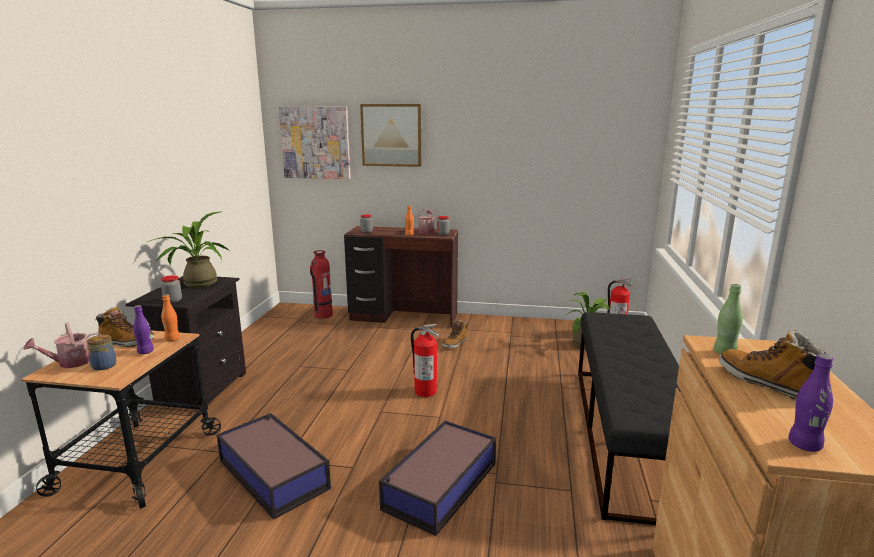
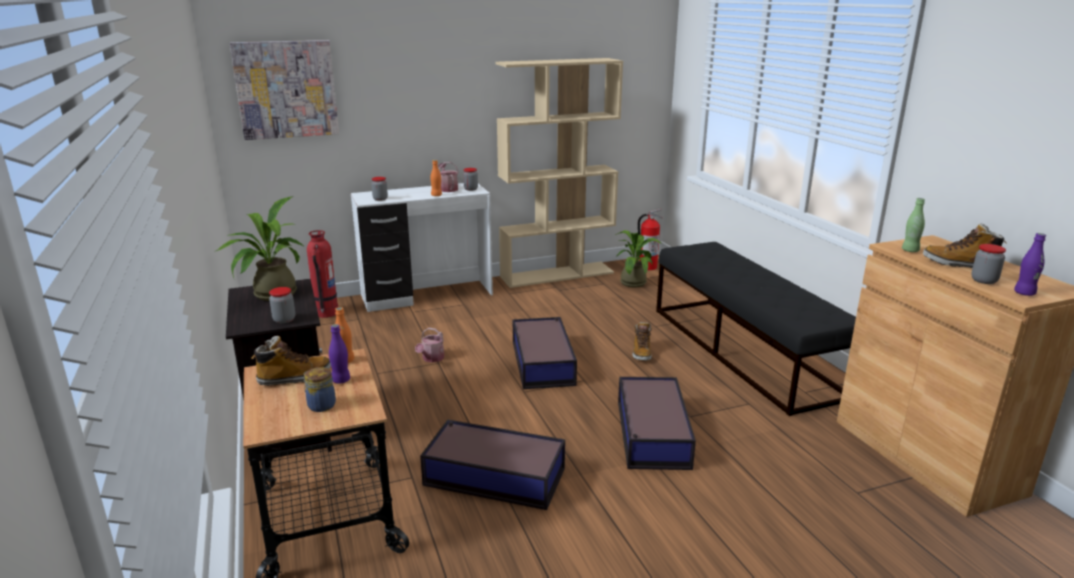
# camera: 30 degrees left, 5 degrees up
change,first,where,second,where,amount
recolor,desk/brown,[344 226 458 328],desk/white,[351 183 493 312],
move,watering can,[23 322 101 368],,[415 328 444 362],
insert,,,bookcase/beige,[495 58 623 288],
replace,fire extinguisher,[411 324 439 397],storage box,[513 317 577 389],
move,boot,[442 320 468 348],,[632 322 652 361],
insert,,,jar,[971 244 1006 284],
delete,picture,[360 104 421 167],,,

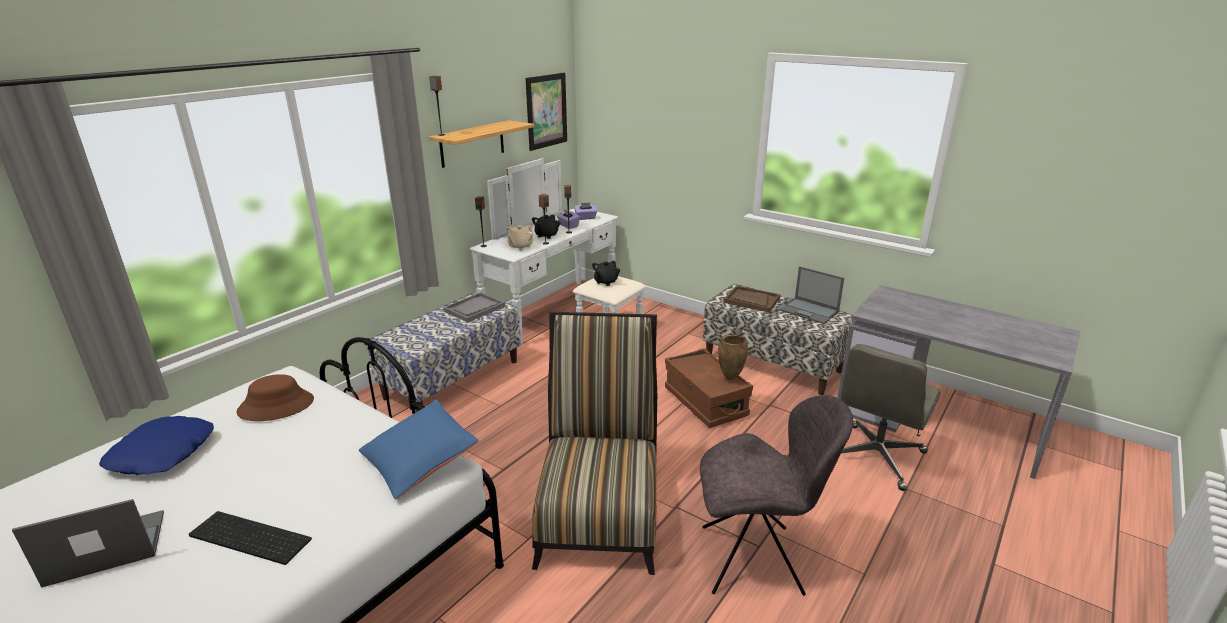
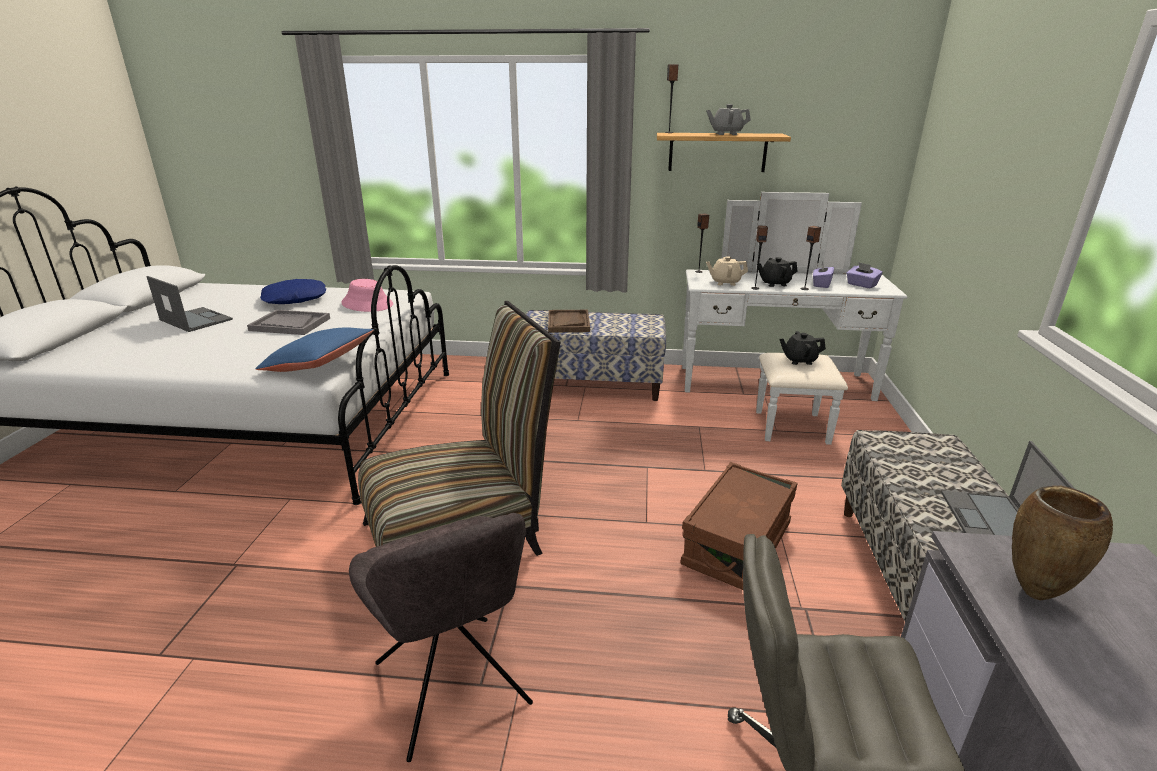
# camera: 60 degrees right, 0 degrees up
change,first,where,second,where,amount
move,tray/grey,[443 292 505 322],,[247 310 330 335],
recolor,hat/brown,[236 374 314 421],hat/pink,[341 279 393 312],
move,tray/brown,[724 286 780 312],,[548 310 590 332],
insert,,,teapot/grey,[706 104 751 135],
move,vase/brown,[718 334 748 380],,[1012 486 1113 600],
delete,keyboard,[189 511 312 565],,,
delete,picture,[526 73 567 151],,,

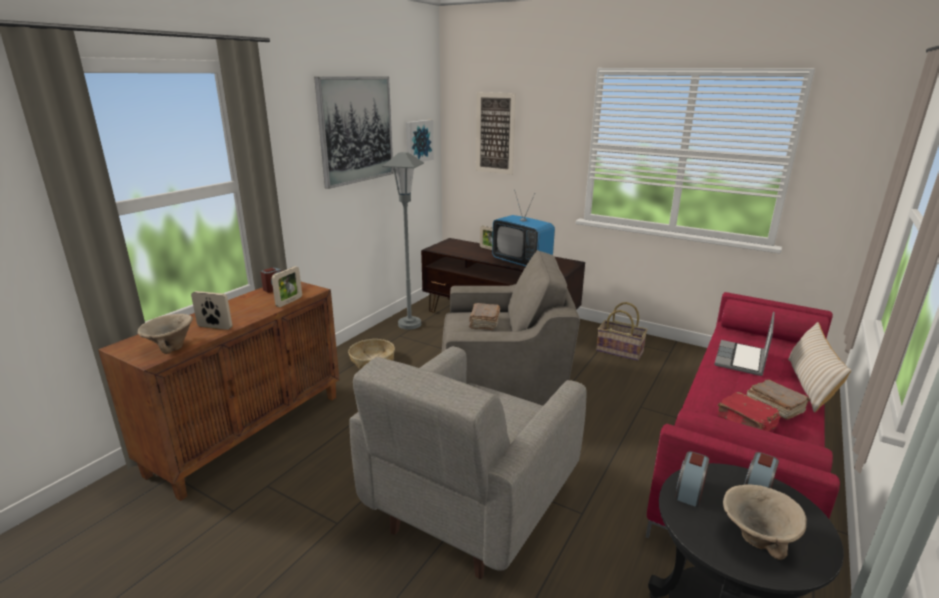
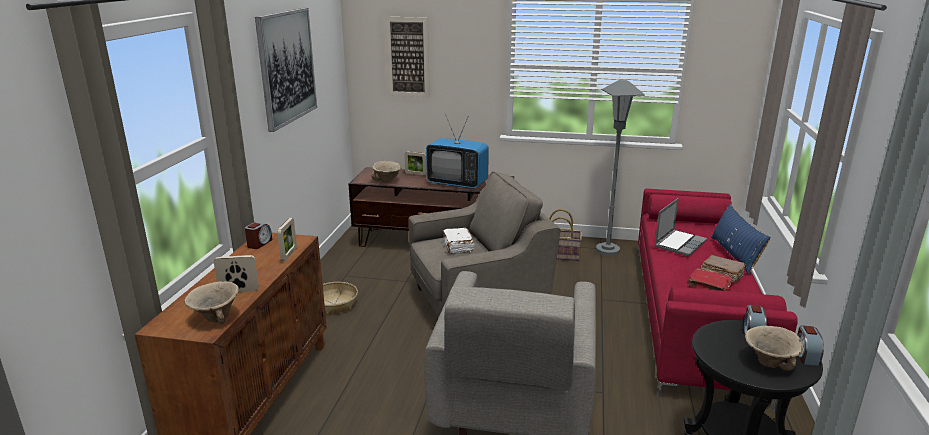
# camera: 20 degrees left, 0 degrees up
change,first,where,second,where,amount
insert,,,bowl/beige,[371 161 401 182],
recolor,book/brown,[469 303 500 330],book/white,[442 228 474 254],
move,floor lamp/grey,[382 152 424 330],,[596 80 645 256],
rotate,laptop,[714 312 775 376],,[654 198 707 256],150 degrees counterclockwise
recolor,pillow/beige,[788 322 851 413],pillow/blue,[711 204 771 275],
move,alarm clock,[675 451 709 507],,[797 325 824 366],
delete,picture,[406 120 434 162],,,

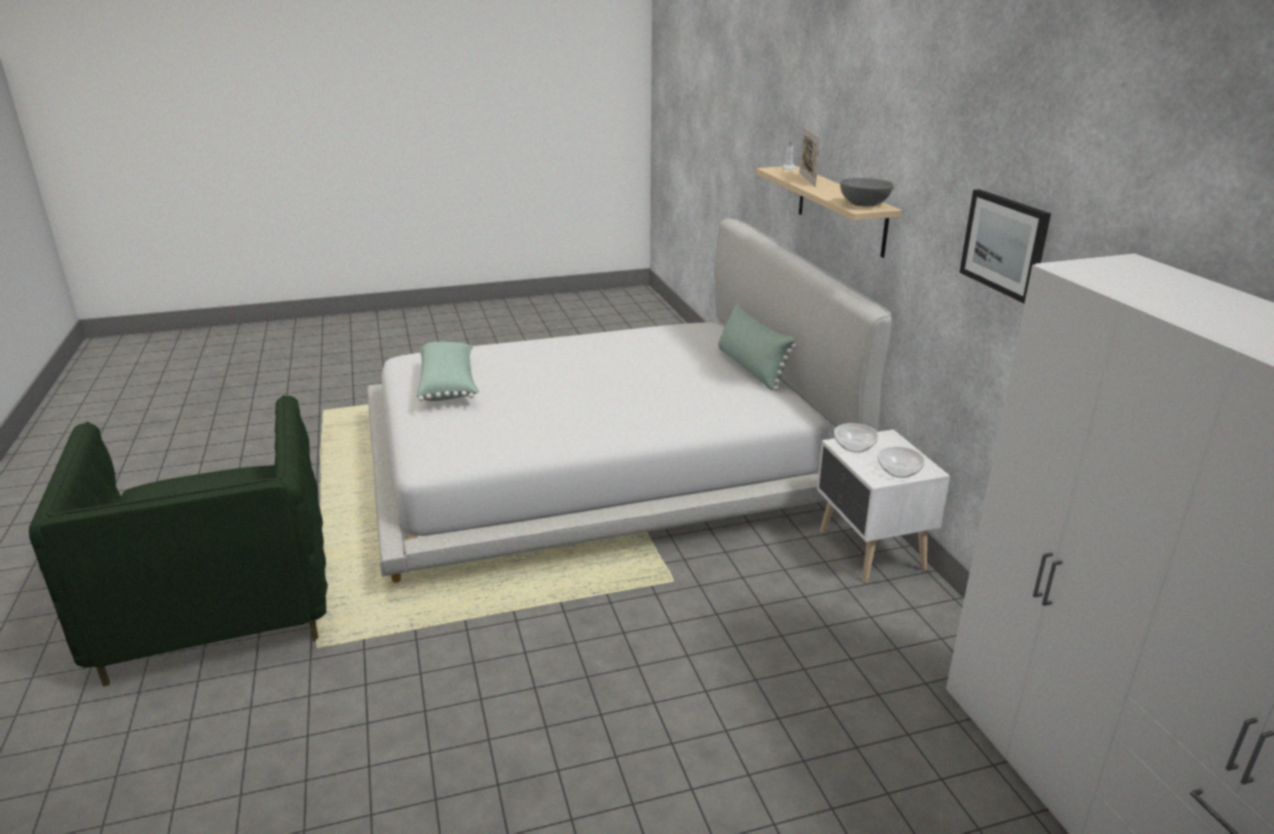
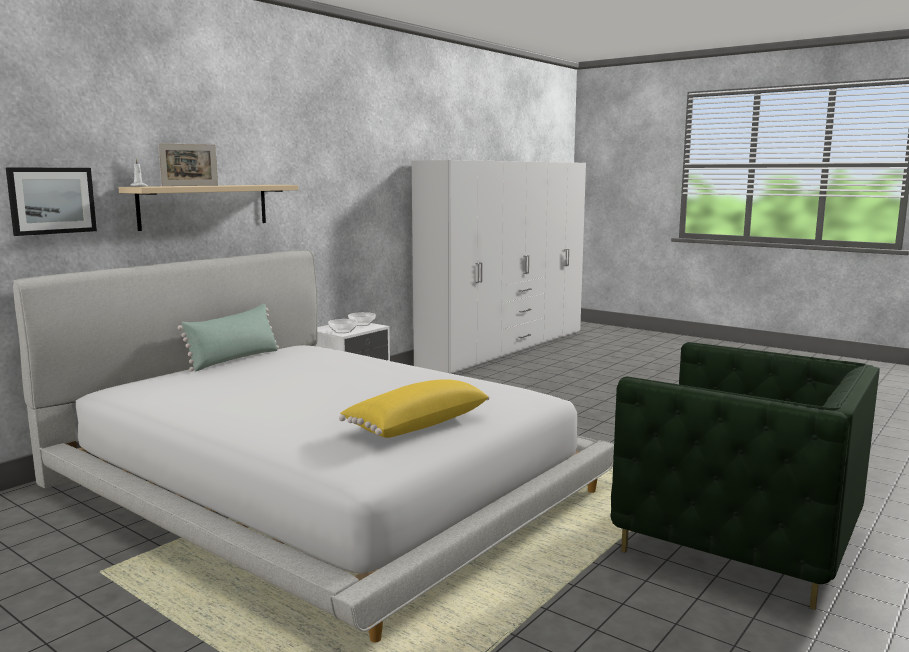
# camera: 125 degrees left, 15 degrees down
change,first,where,second,where,amount
move,picture,[959 189 1051 303],,[6 167 97 236],
recolor,pillow/green,[416 342 479 401],pillow/yellow,[339 379 490 438],
rotate,armchair/green,[29 395 328 687],,[610 342 880 610],90 degrees clockwise
delete,bowl/grey,[840 178 894 207],,,

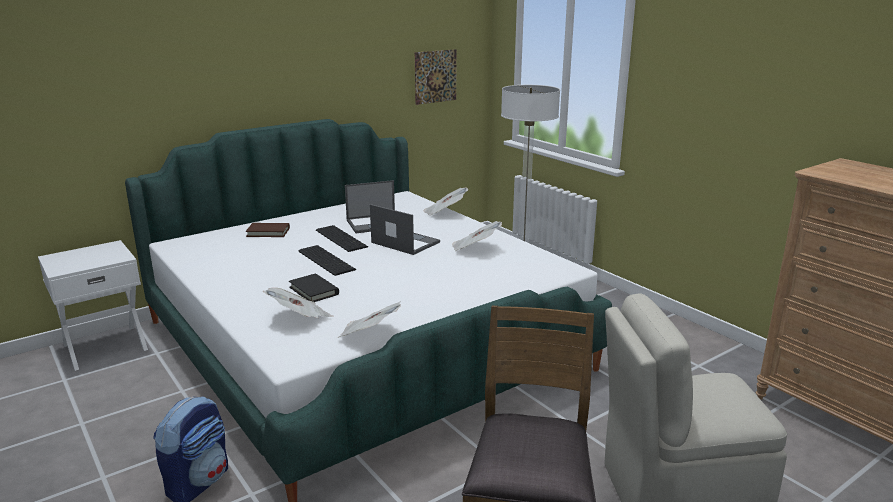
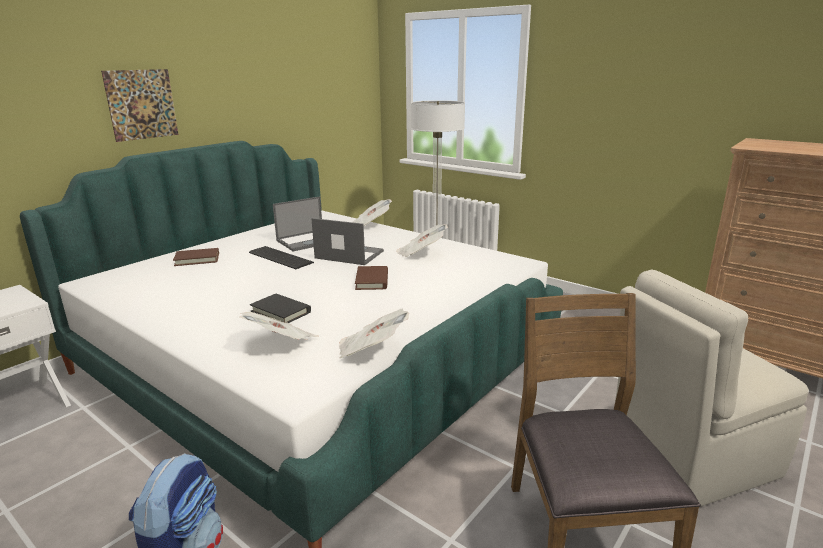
# camera: 15 degrees left, 0 degrees up
change,first,where,second,where,amount
move,picture,[415 49 457 105],,[101 69 179 142],
insert,,,book/brown,[355 266 388 290],
delete,keyboard,[298 245 356 276],,,

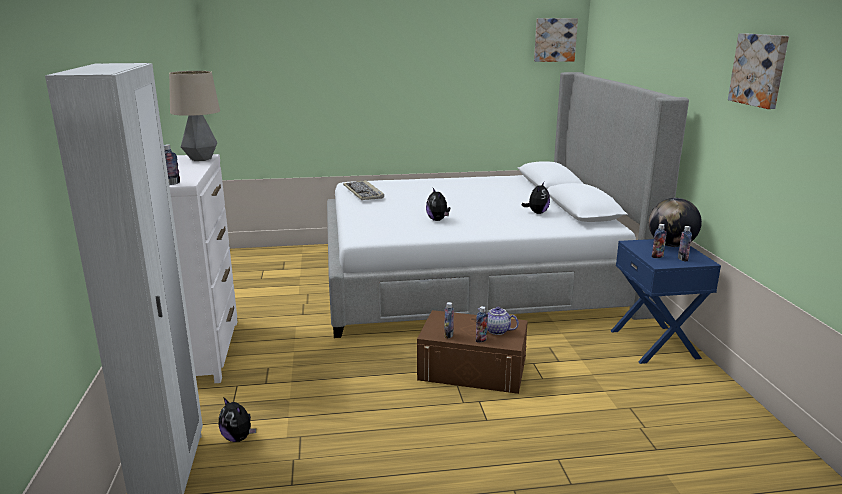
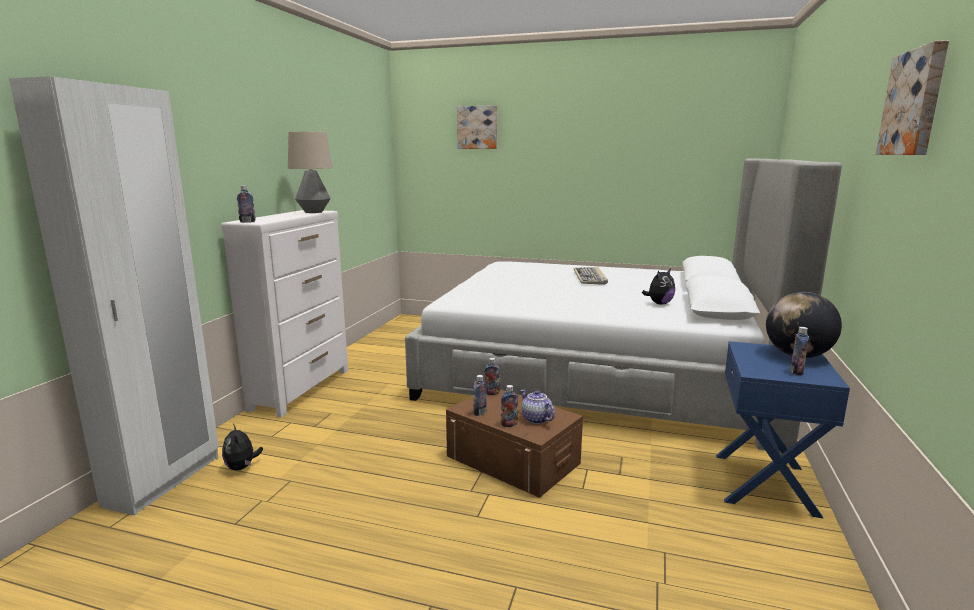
# camera: 25 degrees right, 5 degrees down
change,first,where,second,where,amount
move,picture,[534 18 578 62],,[457 105 497 149],
move,bottle,[652 224 667 258],,[484 358 500 395],
move,keyboard,[343 180 384 200],,[573 267 608 285],
delete,plush toy,[426 188 450 221],,,

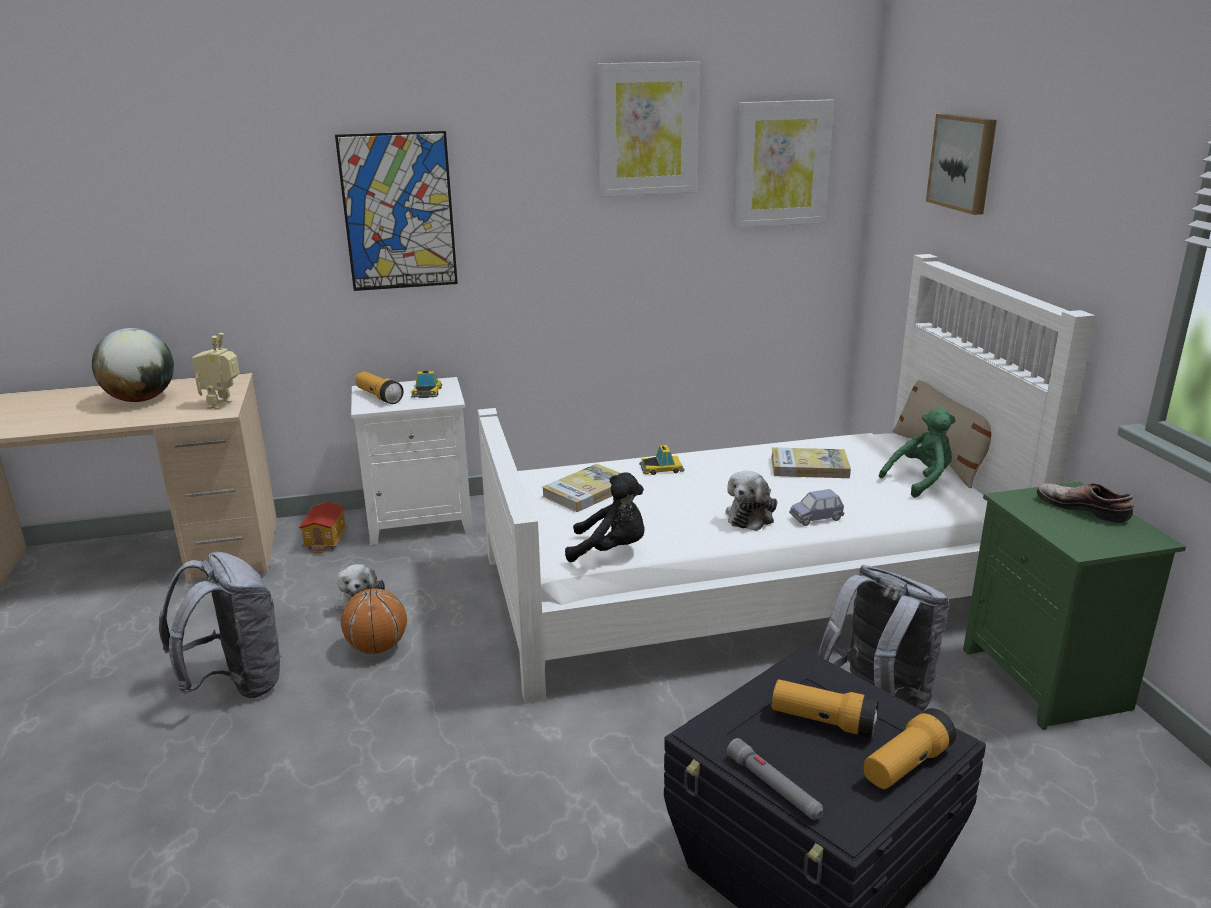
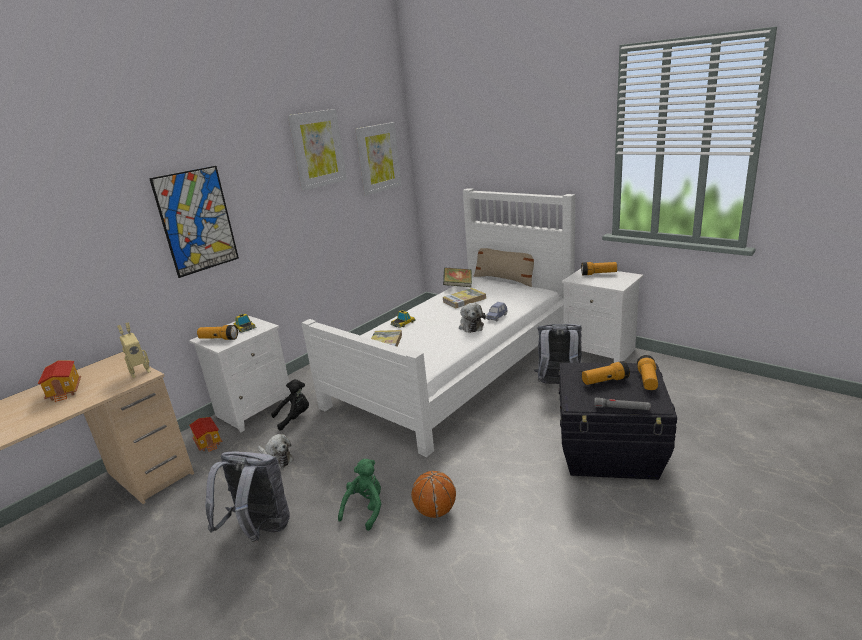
# camera: 35 degrees left, 0 degrees up
change,first,where,second,where,amount
replace,globe,[92 328 174 402],toy house,[38 360 81 403],
rotate,toy robot,[192 333 240 410],,[117 323 151 378],105 degrees counterclockwise
move,plush toy/black,[565 473 645 562],,[271 379 309 431],
move,plush toy/green,[879 408 956 498],,[338 459 381 531],
move,basketball,[341 588 407 654],,[411 471 456 518],
insert,,,book,[443 267 472 287],
recolor,nightstand/green,[963 482 1186 730],nightstand/white,[562 269 643 363],
replace,shoe,[1037 483 1134 523],flashlight,[581 262 617 275],
delete,picture,[926 114 997 215],,,

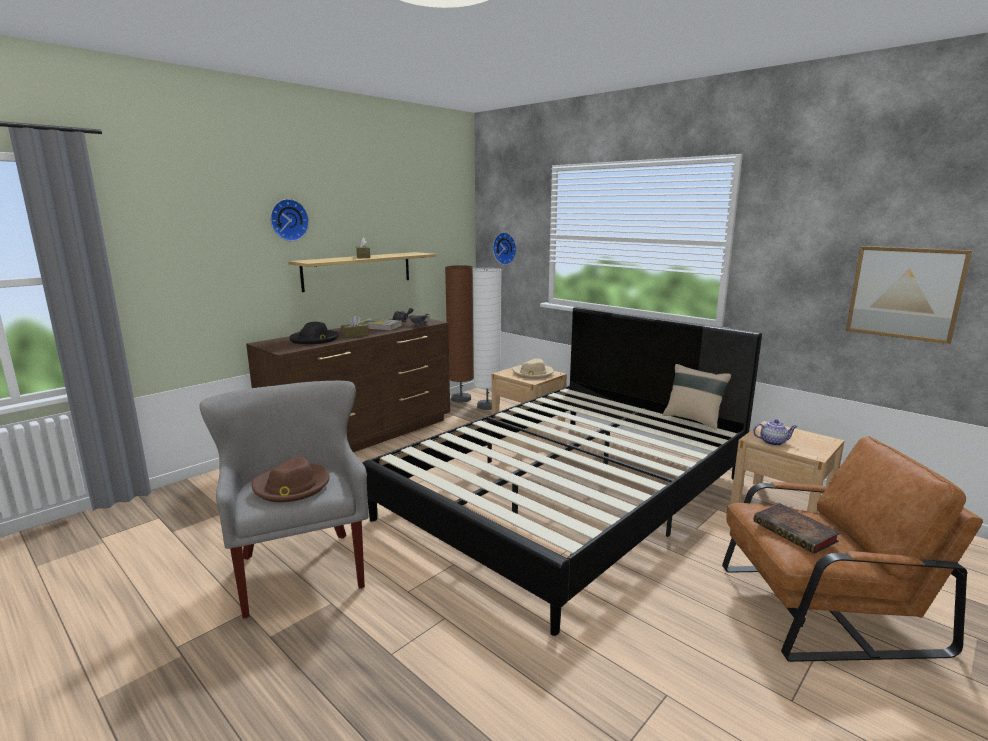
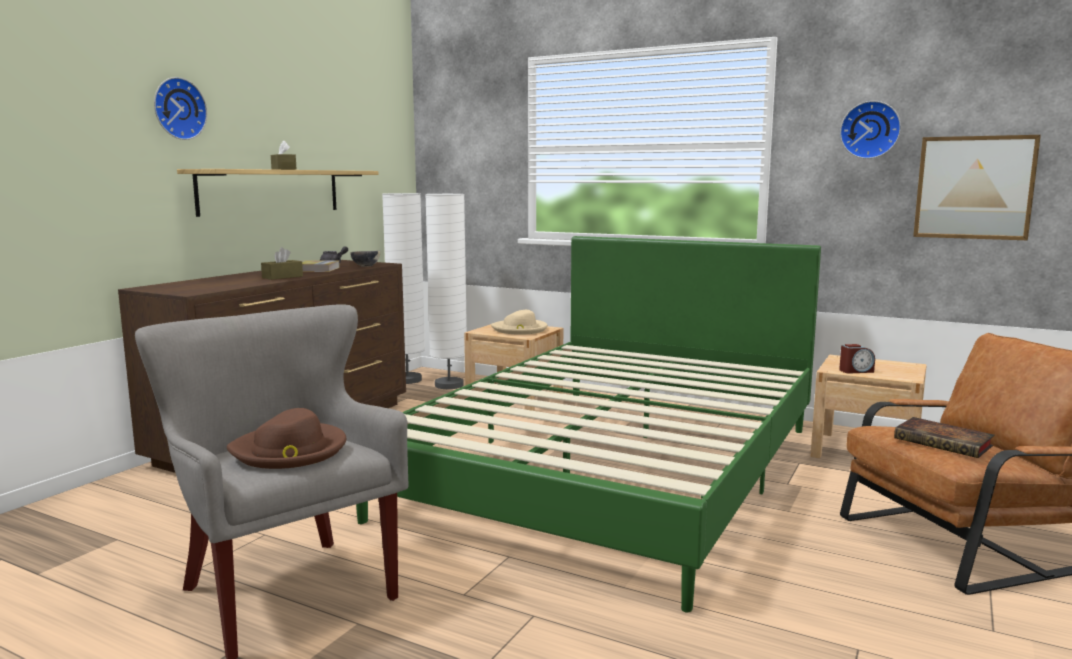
# camera: 15 degrees left, 5 degrees down
change,first,where,second,where,amount
recolor,bed/black,[362 307 762 636],bed/green,[356 236 821 613],
recolor,floor lamp/brown,[445 265 474 403],floor lamp/white,[382 193 425 384],
replace,teapot,[753 419 797 446],alarm clock,[839 344 875 373],
move,wall clock,[493 232 517 265],,[840 101 901 159],
delete,hat/black,[289 322 339 344],,,
delete,pillow/beige,[663 364 731 430],,,

